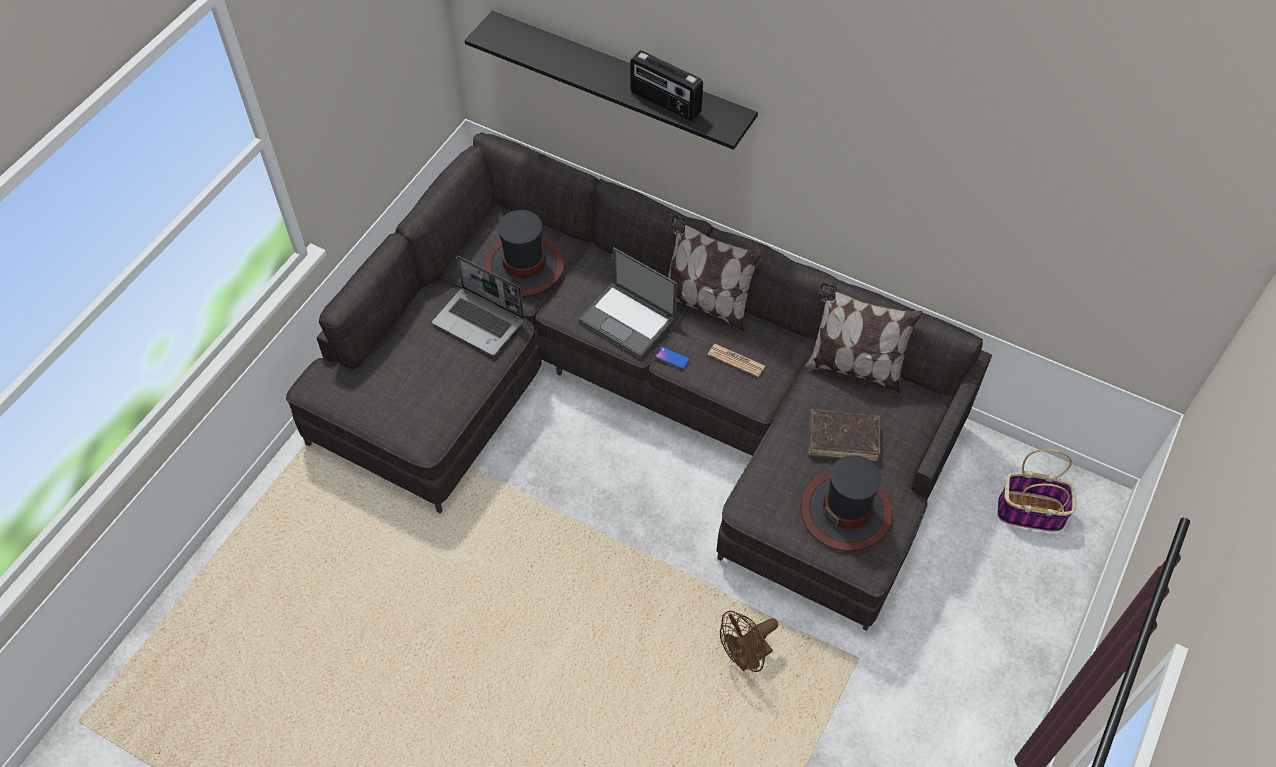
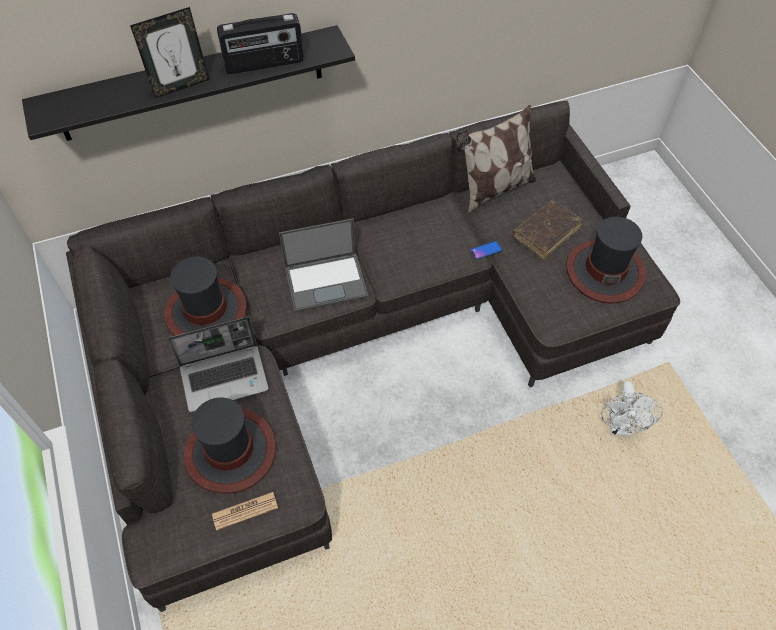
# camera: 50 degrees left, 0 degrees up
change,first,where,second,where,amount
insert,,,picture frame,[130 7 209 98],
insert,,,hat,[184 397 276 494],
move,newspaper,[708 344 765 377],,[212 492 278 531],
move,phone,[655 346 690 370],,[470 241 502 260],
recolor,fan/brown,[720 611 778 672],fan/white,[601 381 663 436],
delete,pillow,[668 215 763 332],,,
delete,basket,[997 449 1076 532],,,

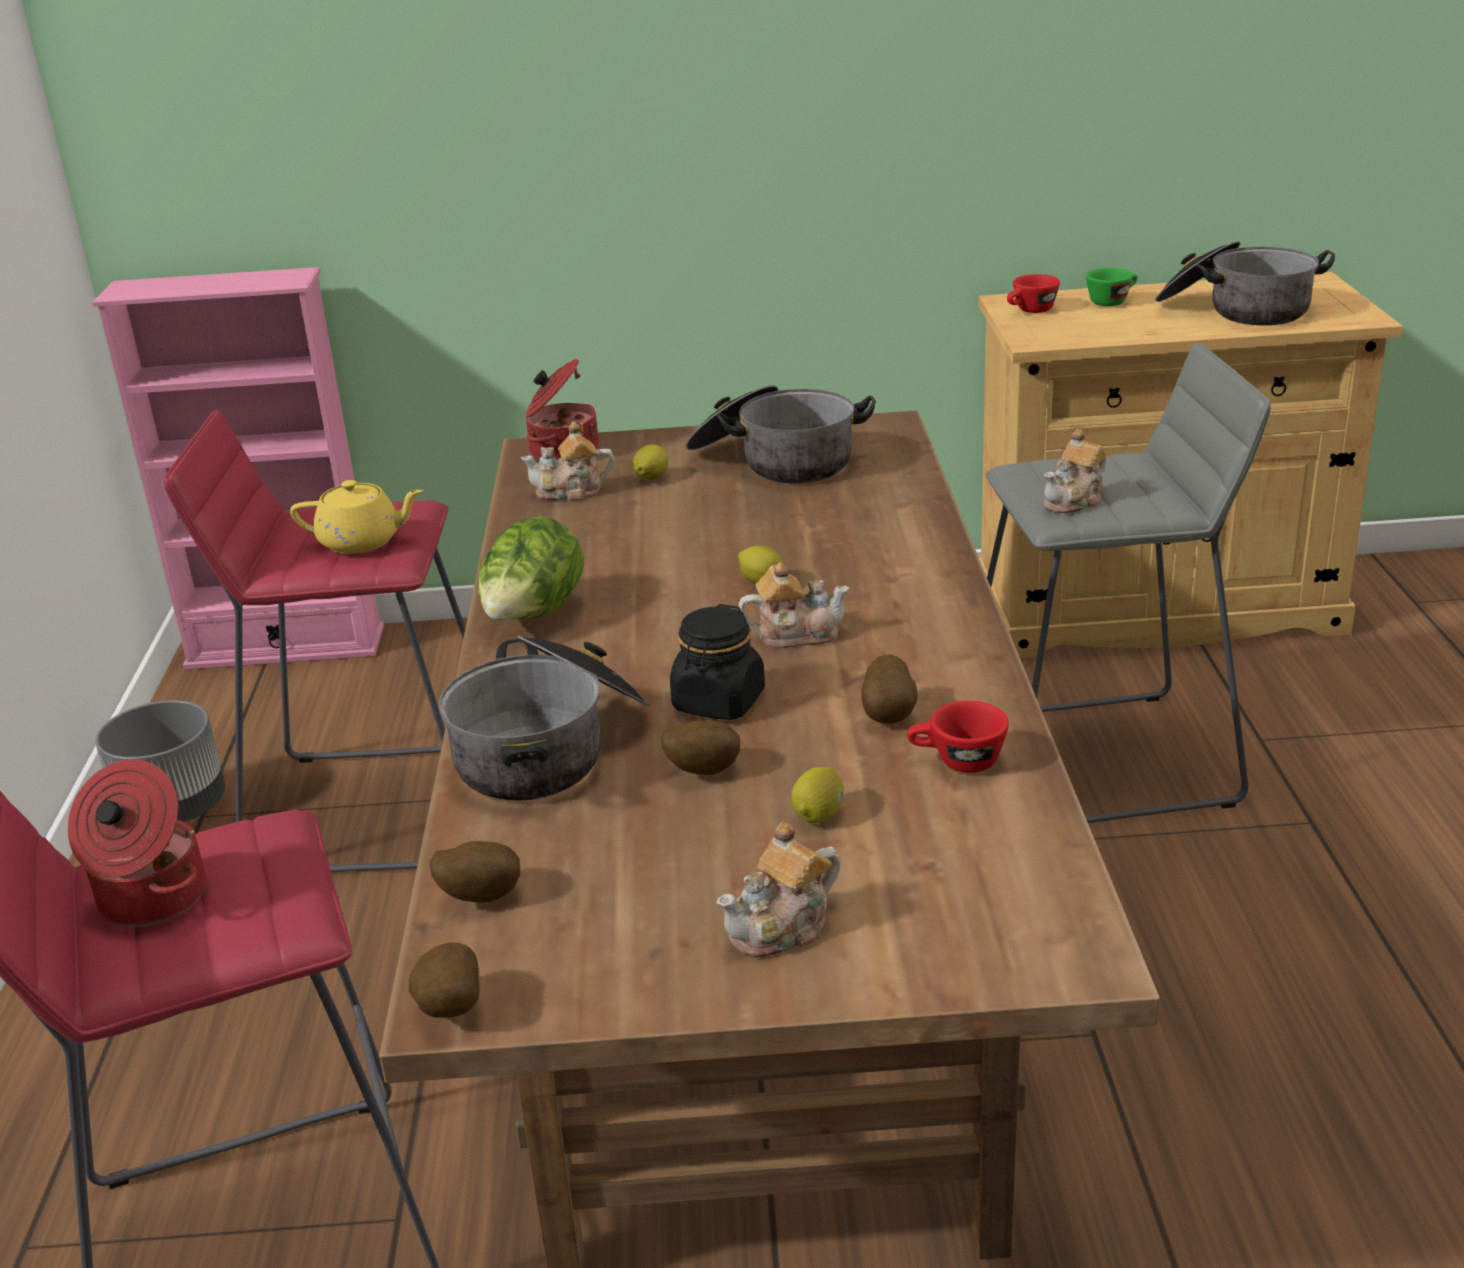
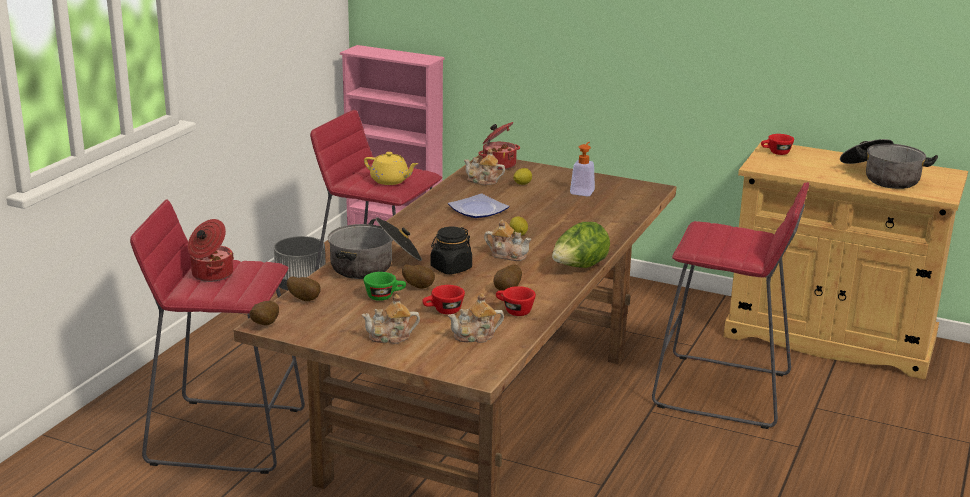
# camera: 25 degrees right, 5 degrees down
change,first,where,second,where,amount
move,cup/green,[1086 268 1138 306],,[364 272 406 301],
replace,lemon,[791 767 844 823],cup/red,[422 285 465 314],
insert,,,plate,[448 194 509 218],
move,teapot,[1043 429 1107 513],,[448 293 504 343],
move,lettuce,[477 516 584 620],,[552 222 610 268],
replace,cooking pot,[686 385 876 483],soap dispenser,[570 141 595 196],
recolor,stool/grey,[985 343 1271 823],stool/red,[652 182 809 429],

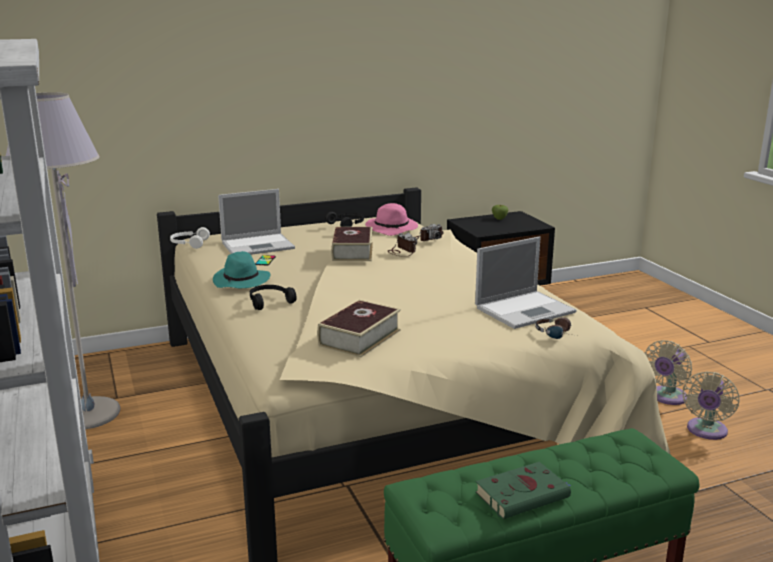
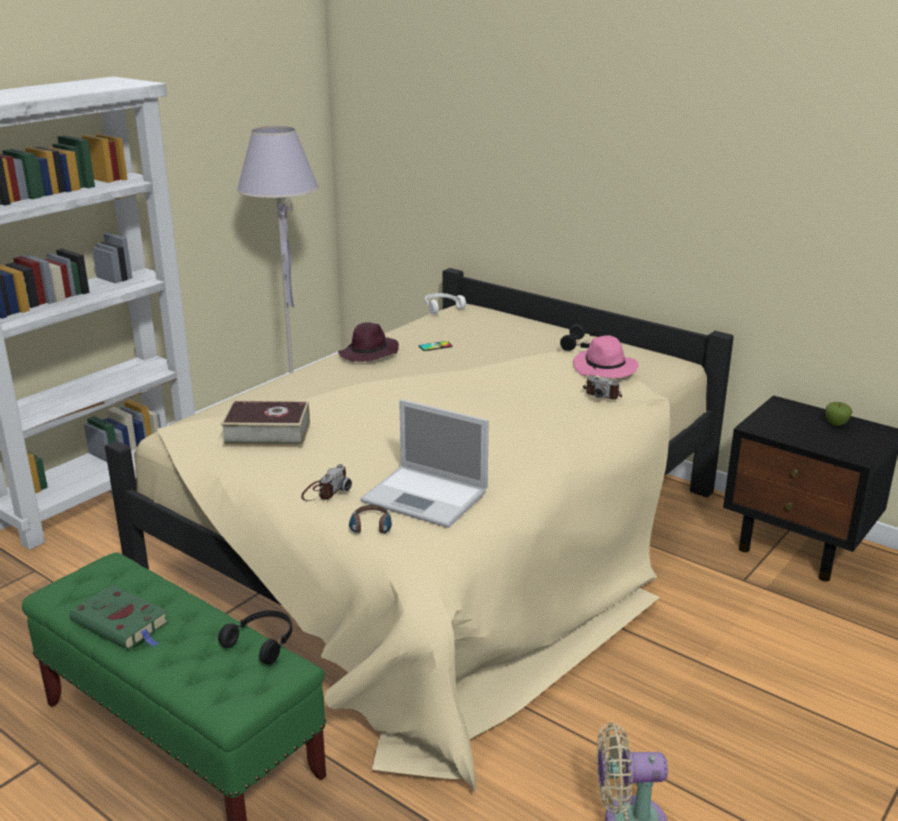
# camera: 60 degrees right, 5 degrees up
change,first,where,second,where,amount
move,headphones/black,[250 285 297 310],,[218 610 292 664],
move,photo camera,[387 232 417 257],,[301 464 352 501],
recolor,hat/turquoise,[213 251 271 288],hat/purple,[338 322 399 362],
delete,laptop,[218 189 295 255],,,
delete,book,[331 227 373 261],,,
delete,fan/beige,[645 340 692 405],,,

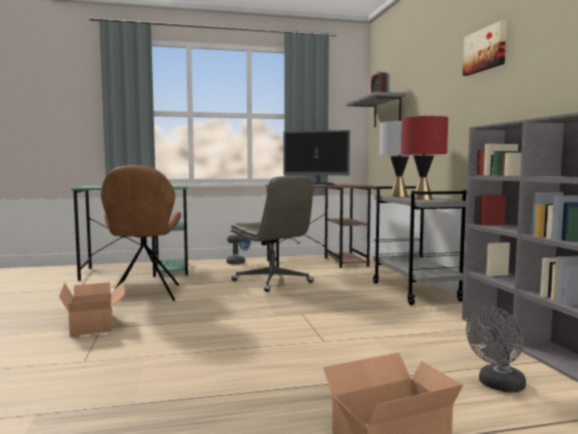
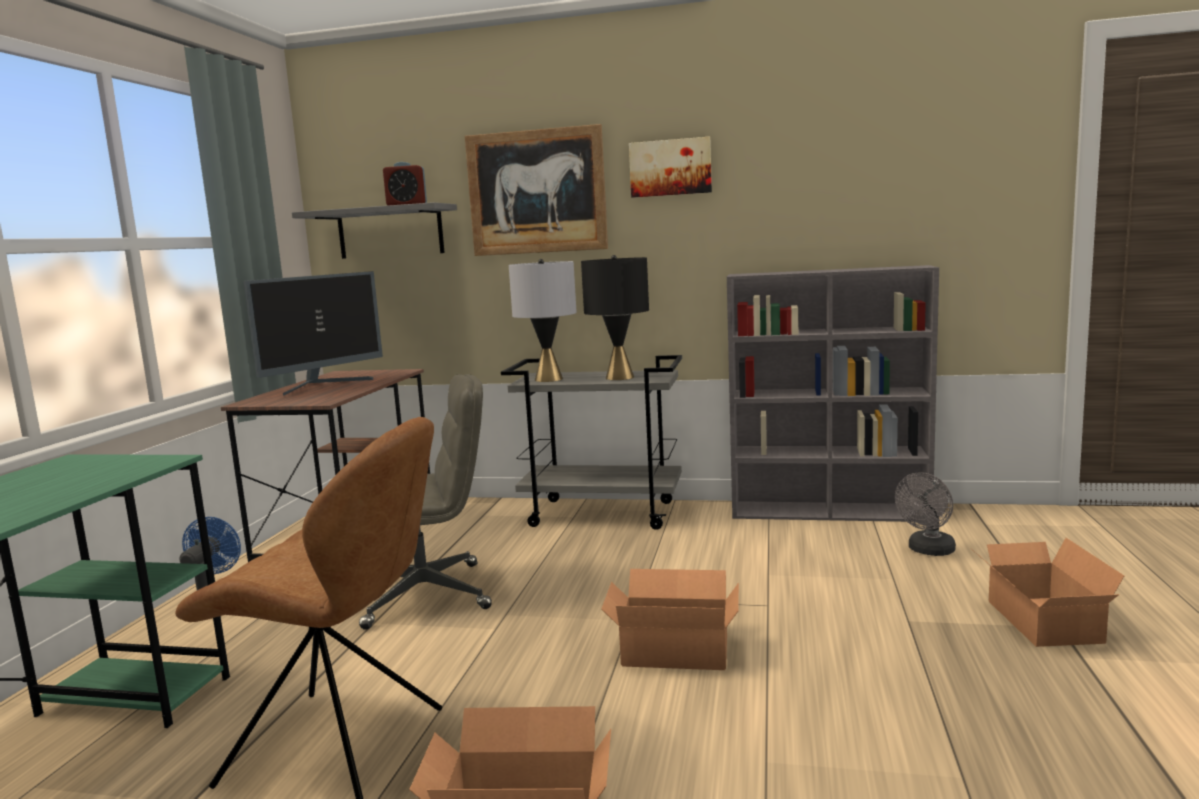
# camera: 65 degrees left, 5 degrees up
change,first,where,second,where,amount
insert,,,picture,[465 124 608 256],
recolor,table lamp/red,[401 115 448 200],table lamp/black,[581 255 649 380],
insert,,,cardboard box,[601 569 739 670],
rotate,fan/grey,[466 306 526 393],,[895 472 956 556],60 degrees clockwise

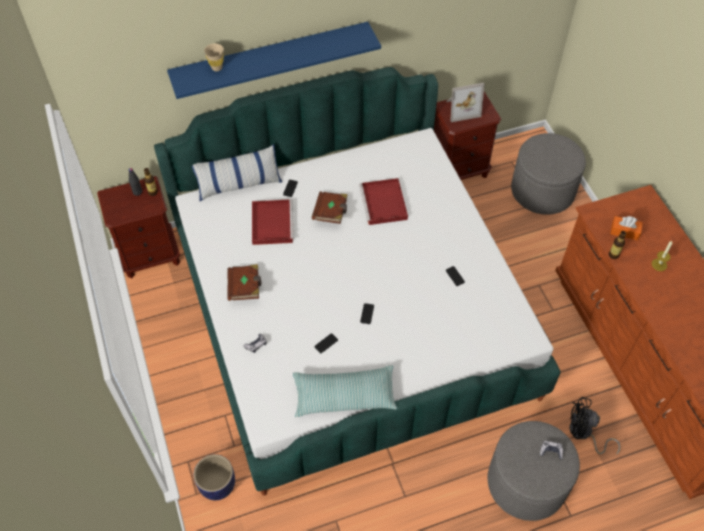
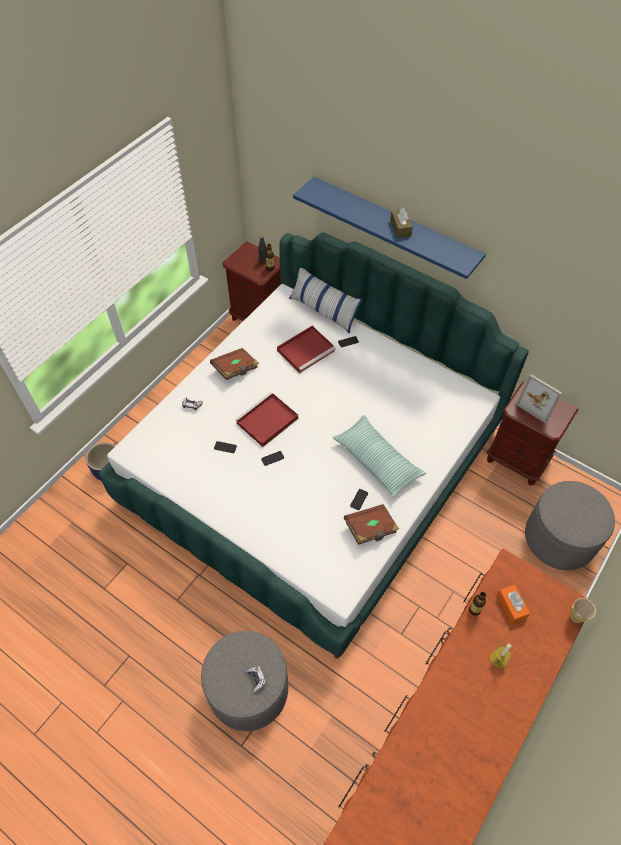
# camera: 55 degrees right, 0 degrees up
change,first,where,second,where,amount
move,tray/red,[359 178 408 225],,[235 392 298 447],
move,pillow,[293 365 397 417],,[333 415 426 498],
move,book/brown,[312 192 348 224],,[344 504 399 545],
insert,,,tissue box/brown,[391 208 413 238],
move,cup/beige,[204 43 224 71],,[571 598 596 623],
delete,fan/black,[569 397 620 454],,,

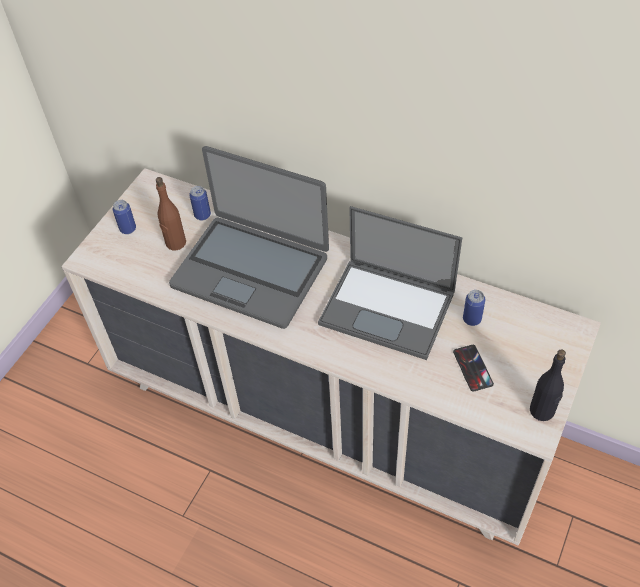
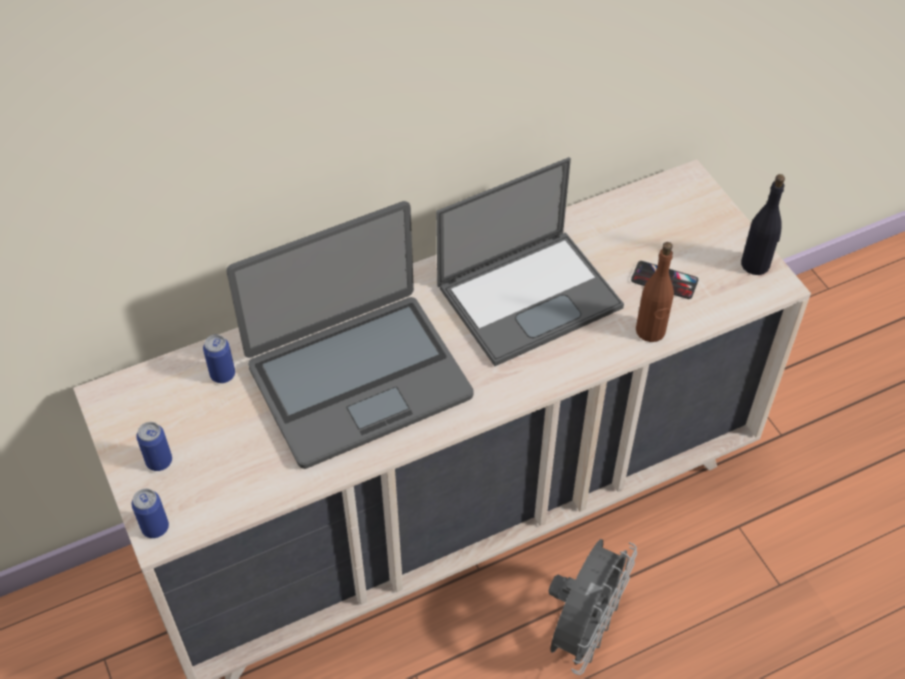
# camera: 55 degrees left, 0 degrees up
change,first,where,second,where,amount
move,can,[463 290 485 326],,[132 489 169 538],
insert,,,fan/grey,[548 539 637 675],
move,bottle/brown,[156 177 186 251],,[636 242 674 342],

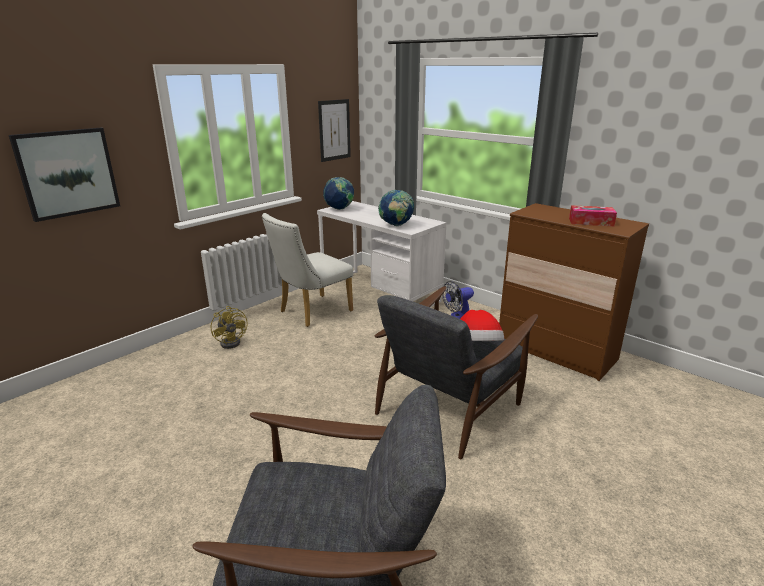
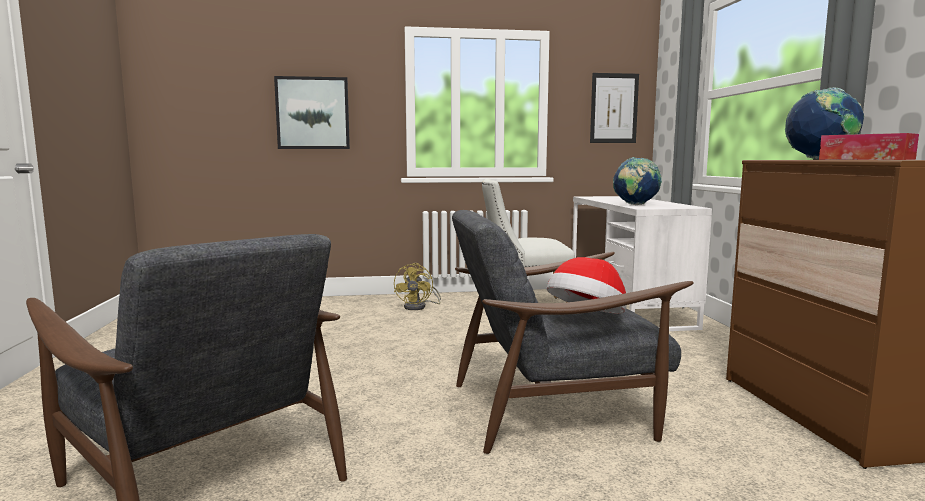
# camera: 40 degrees right, 15 degrees down
change,first,where,second,where,amount
move,globe,[323 177 354 210],,[785 87 864 159],
delete,fan,[442 281 474 319],,,

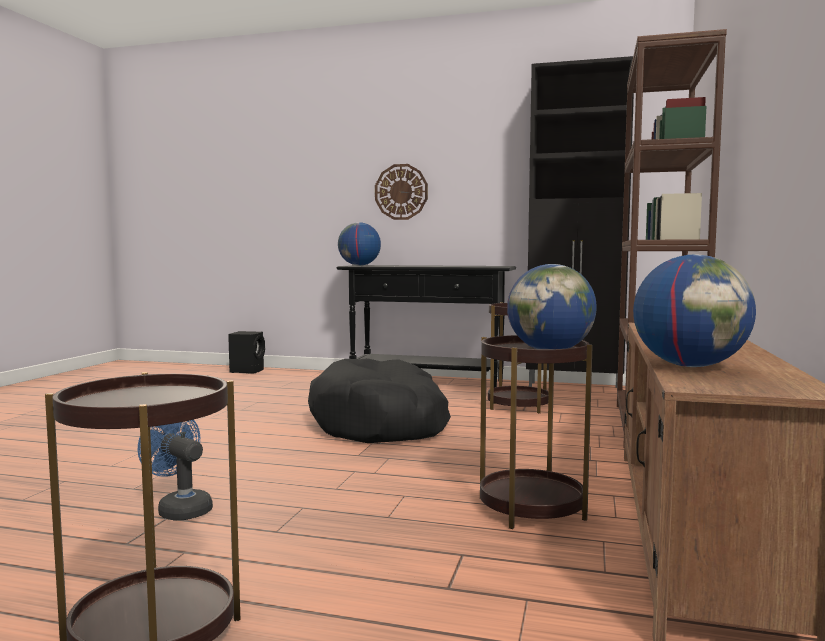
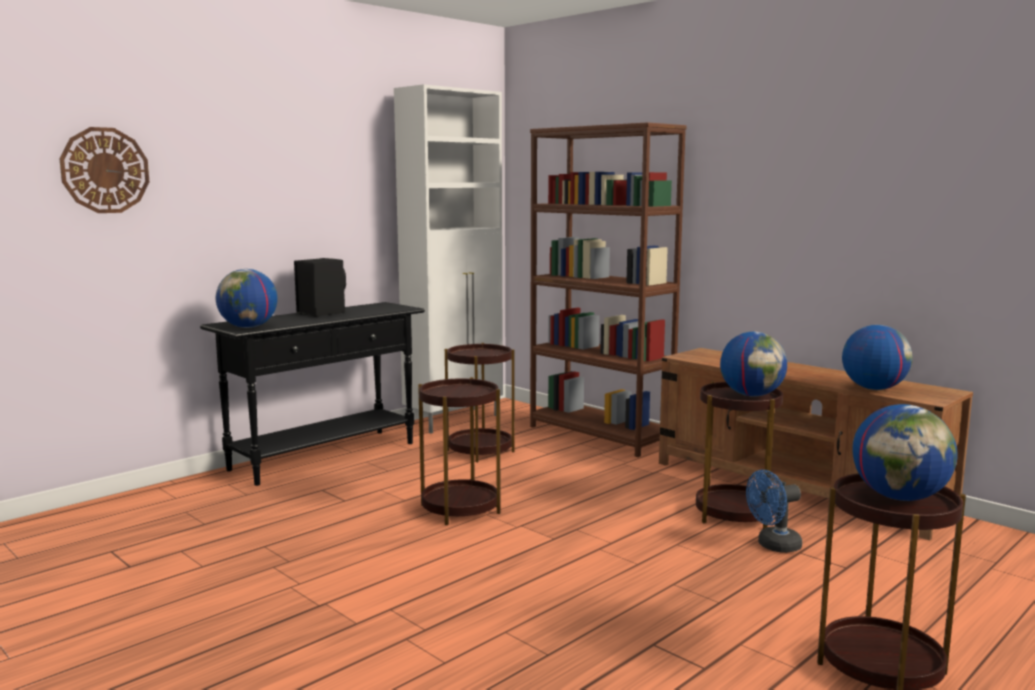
# camera: 60 degrees left, 5 degrees up
change,first,where,second,where,amount
move,wall clock,[375 164 428 220],,[59 127 149 213],
move,speaker/black,[228 331 265 374],,[294 258 346 317],
recolor,cabinet/black,[526 56 634 388],cabinet/white,[394 84 503 434],
replace,dog bed/black,[308 358 451 443],side table/brown,[418 377 501 525],
move,fan/blue,[138 420 213 520],,[746 470 802 553],
insert,,,globe,[852 404 958 501],

